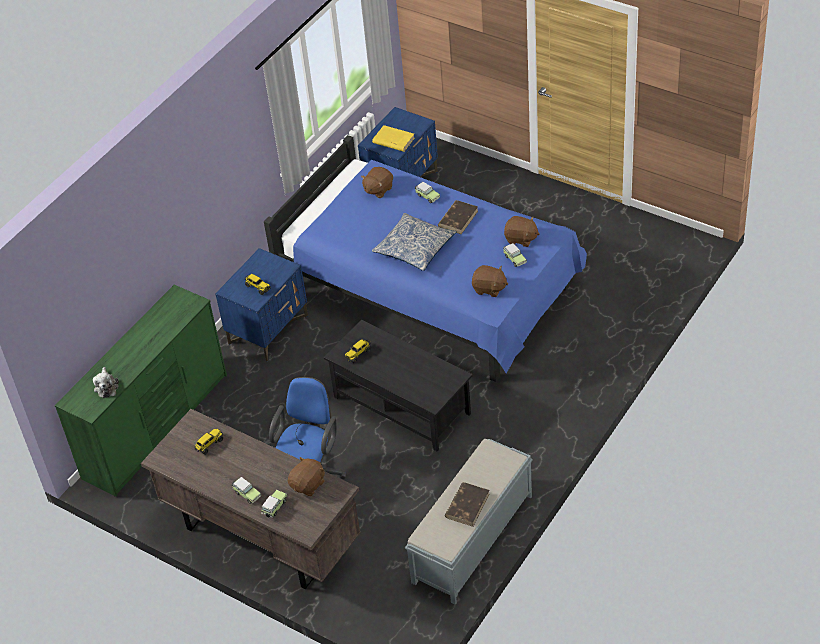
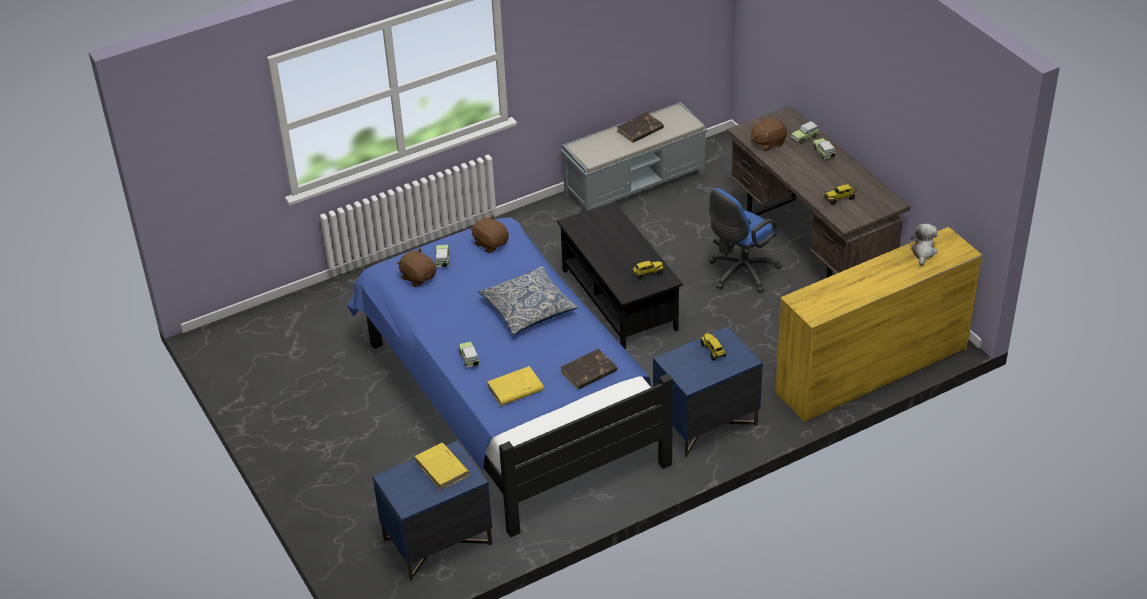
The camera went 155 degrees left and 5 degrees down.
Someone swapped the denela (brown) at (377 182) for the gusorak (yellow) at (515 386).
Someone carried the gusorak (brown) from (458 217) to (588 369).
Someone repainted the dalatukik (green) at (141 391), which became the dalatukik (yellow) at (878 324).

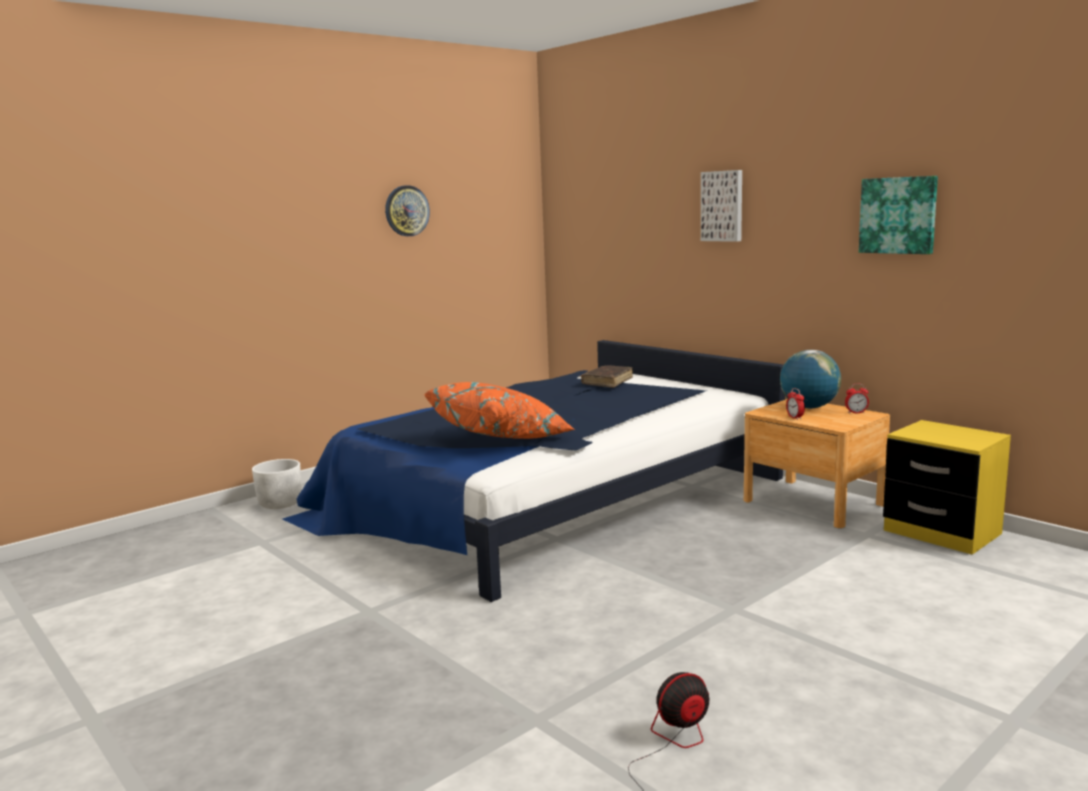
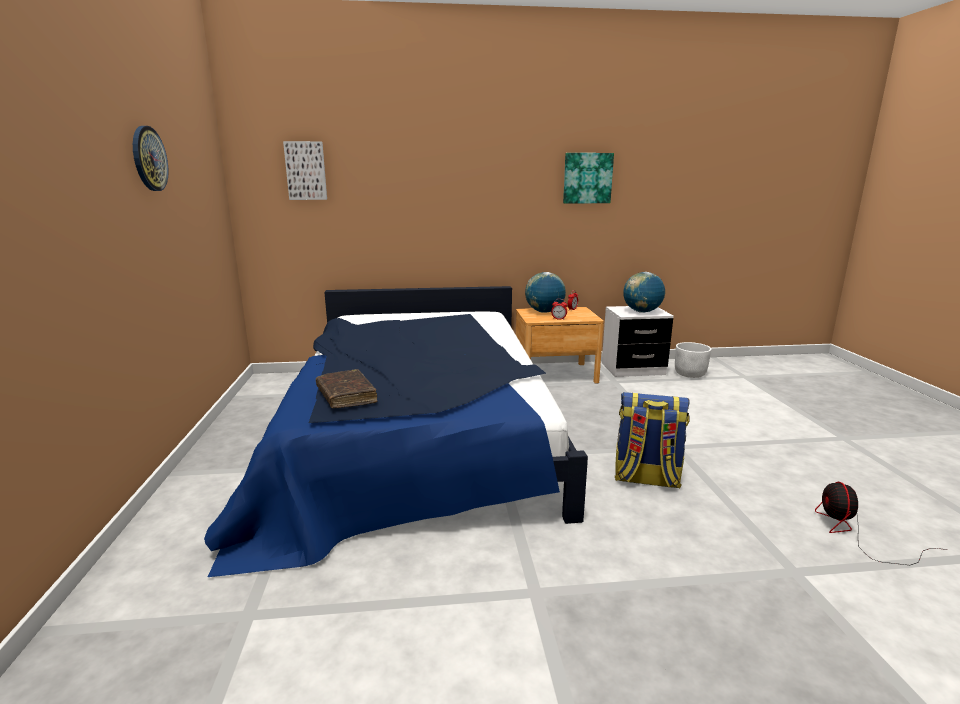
The camera went 55 degrees left and 5 degrees up.
Someone carried the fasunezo from (721 206) to (305 170).
Someone carried the gusorak (brown) from (607 377) to (346 388).
Someone took away the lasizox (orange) at (499 410).
Someone repainted the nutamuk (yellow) at (947 487), which became the nutamuk (white) at (638 341).
Someone carried the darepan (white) from (277 484) to (693 360).
Someone put down the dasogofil at (644 292).
Someone put down the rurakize at (652 440).

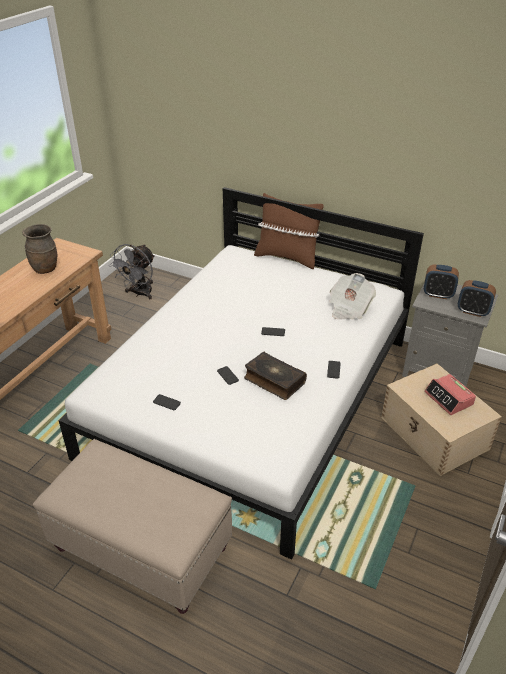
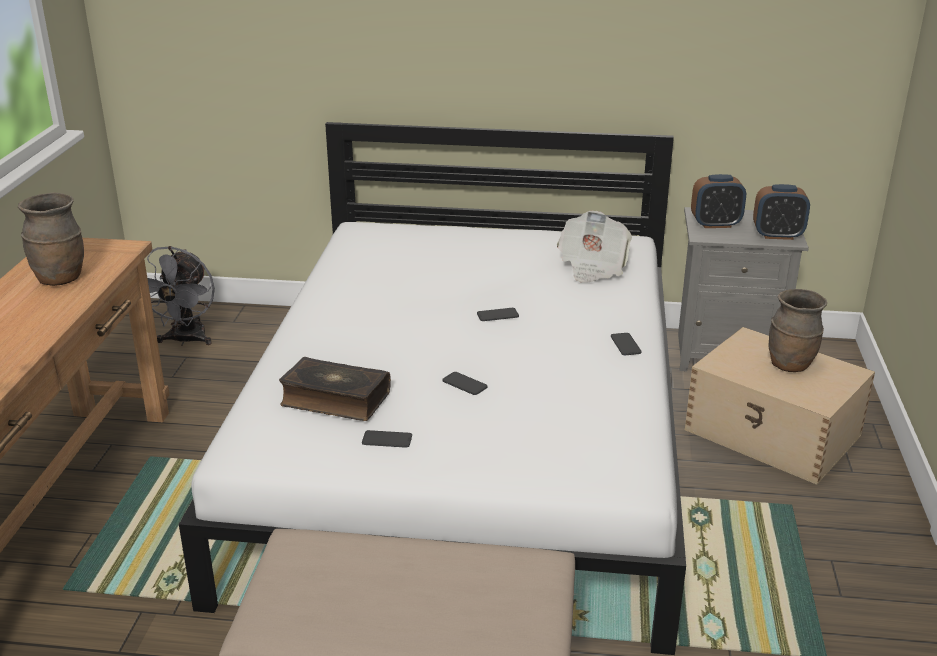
The camera went 20 degrees left and 10 degrees down.
Someone took away the lasizox (brown) at (289 231).
Someone carried the gusorak from (275 376) to (335 389).
Someone swapped the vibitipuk at (450 394) for the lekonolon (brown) at (797 330).

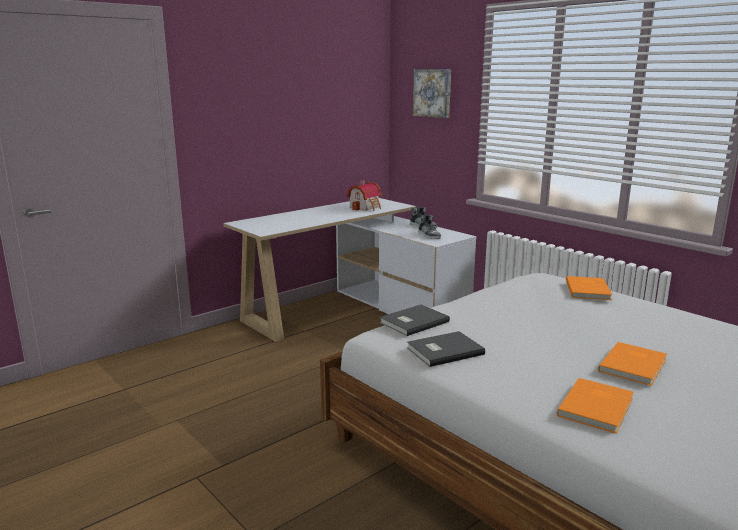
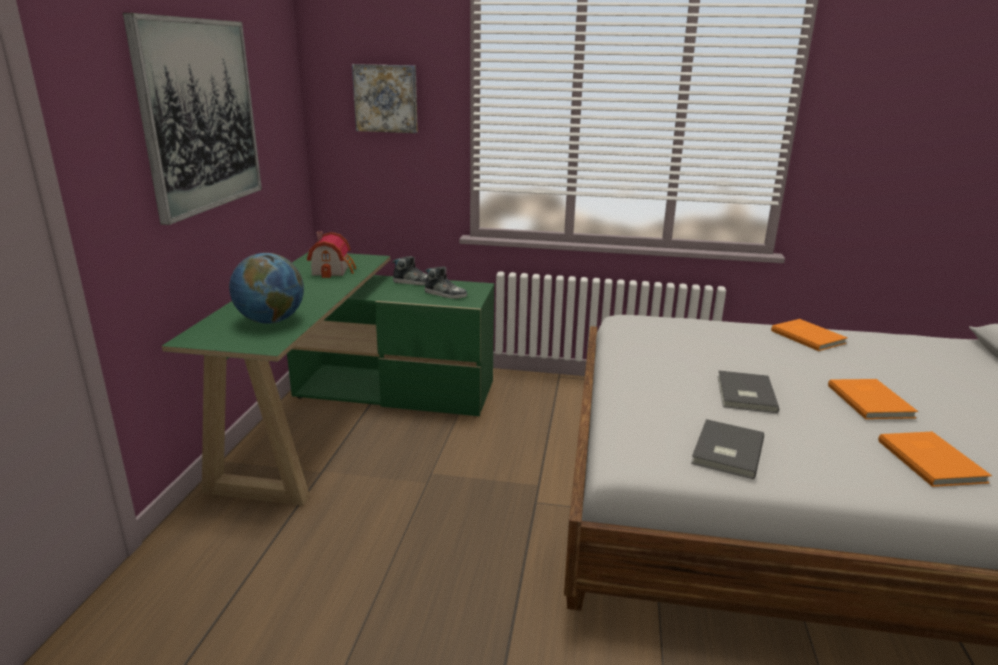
The camera went 40 degrees left and 5 degrees up.
Someone repainted the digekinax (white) at (350 270), which became the digekinax (green) at (328 379).
Someone carried the gusorak (orange) from (589 288) to (809 335).
Someone carried the gusorak (grey) from (415 320) to (748 392).
Someone put up the fasunezo at (192 119).
Someone put down the dasogofil at (266 288).

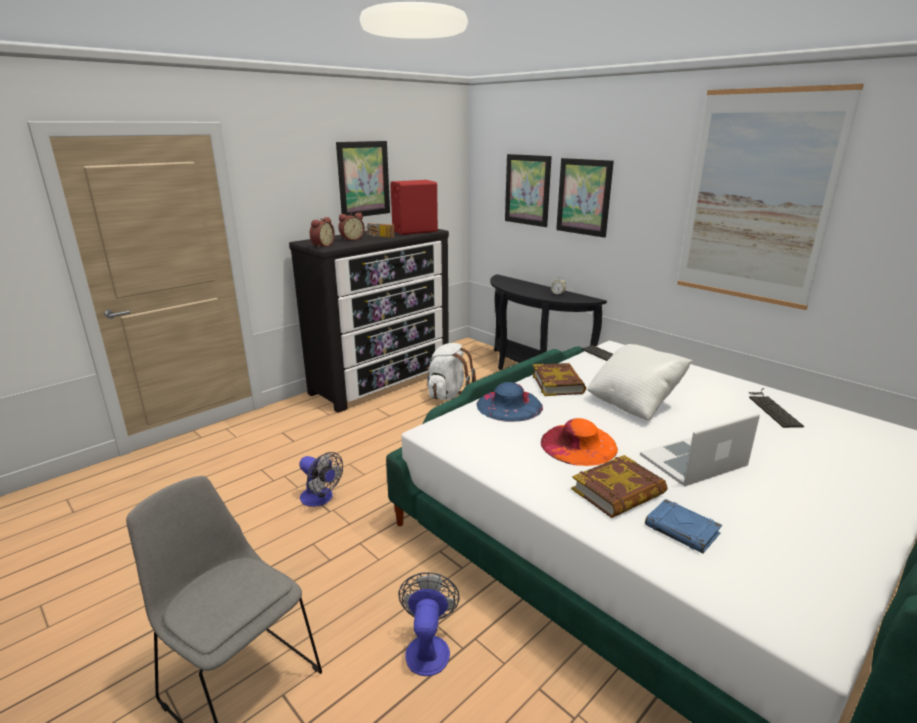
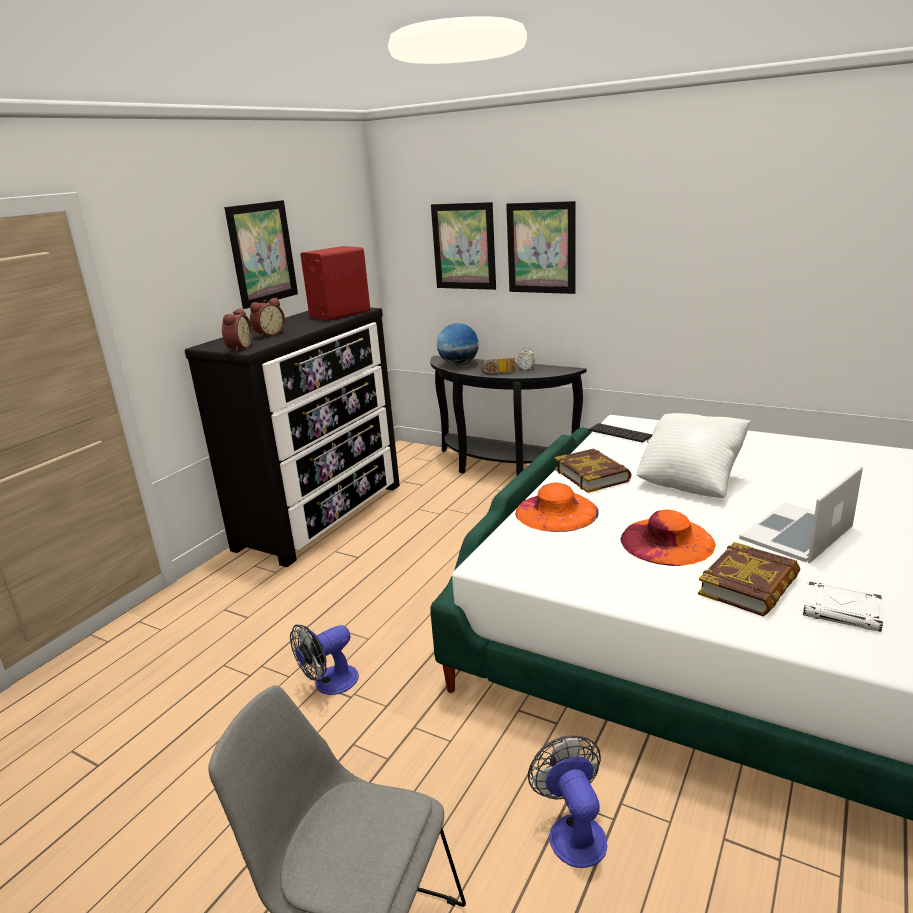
The camera went 15 degrees left and 0 degrees up.
Someone took away the fasunezo at (770 197).
Someone carried the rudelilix from (380 230) to (497 366).
Someone took away the rurakize (white) at (451 371).
Someone repainted the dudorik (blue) at (509 402), which became the dudorik (orange) at (557 507).
Someone took away the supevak at (776 408).
Someone rotated the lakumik at (321 479) by 120 degrees clockwise.
Someone repainted the gusorak (blue) at (683 526), which became the gusorak (white) at (843 606).
Someone put down the dasogofil at (458 344).

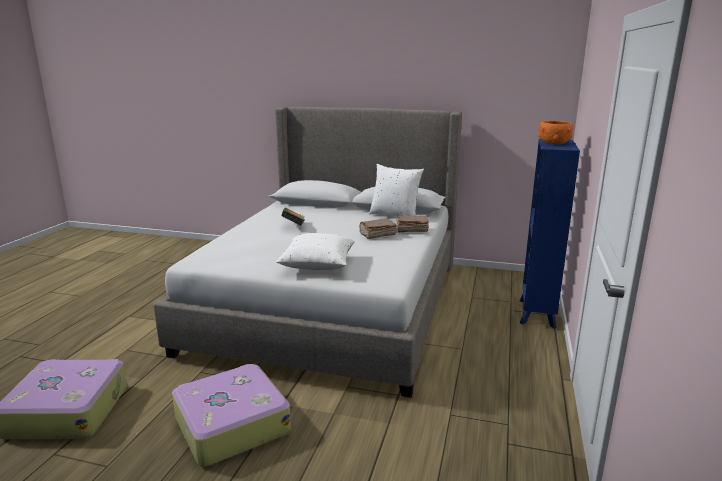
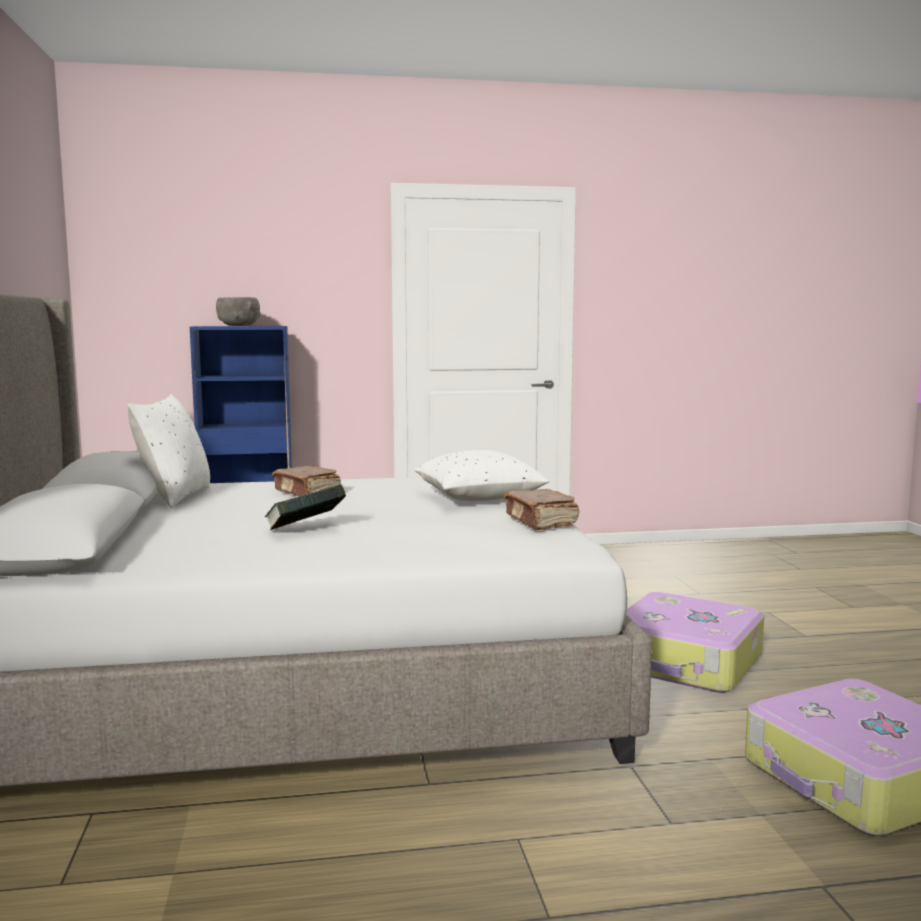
The camera went 115 degrees left and 10 degrees down.
Someone repainted the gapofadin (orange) at (555 133), which became the gapofadin (grey) at (238 311).
Someone carried the gusorak (brown) from (413 223) to (542 509).

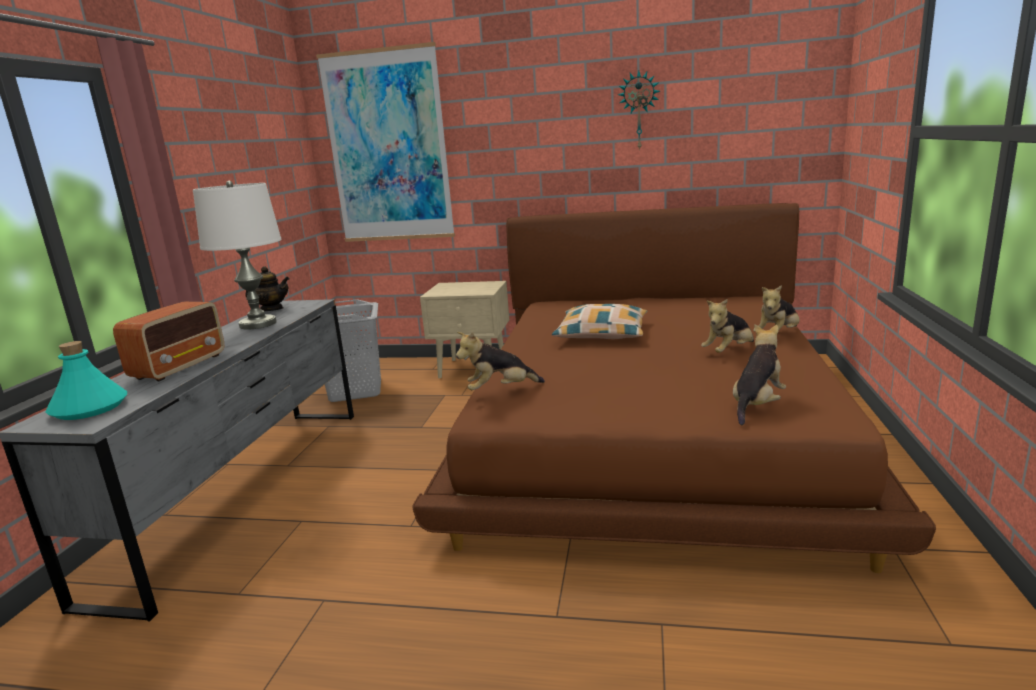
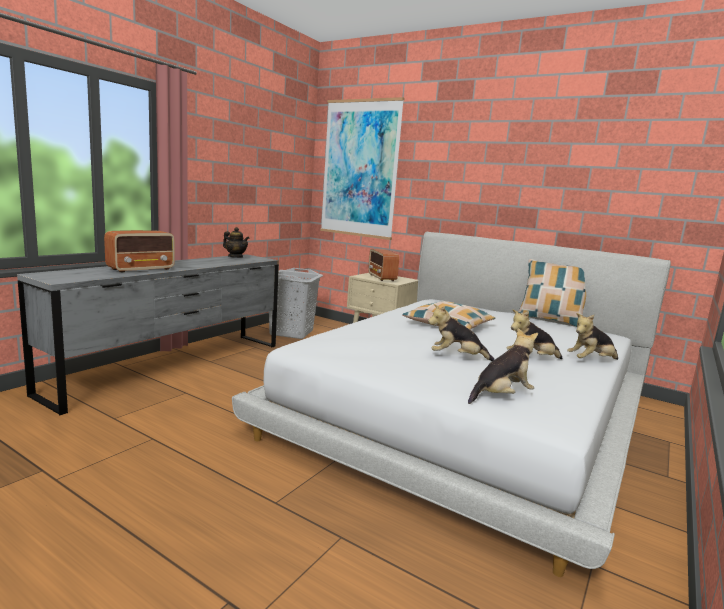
The camera went 20 degrees right and 5 degrees down.
Someone took away the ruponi at (639 111).
Someone took away the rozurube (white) at (237 255).
Someone repainted the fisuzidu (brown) at (674 388), which became the fisuzidu (white) at (451 404).
Someone carried the denela from (500 361) to (461 332).
Someone took away the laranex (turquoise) at (86 380).
Someone put down the rudelilix at (383 265).
Someone put down the lasizox at (552 293).

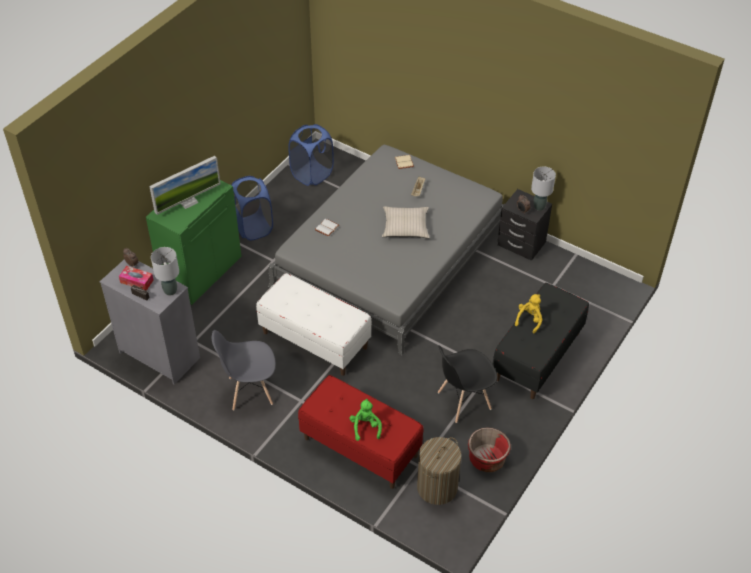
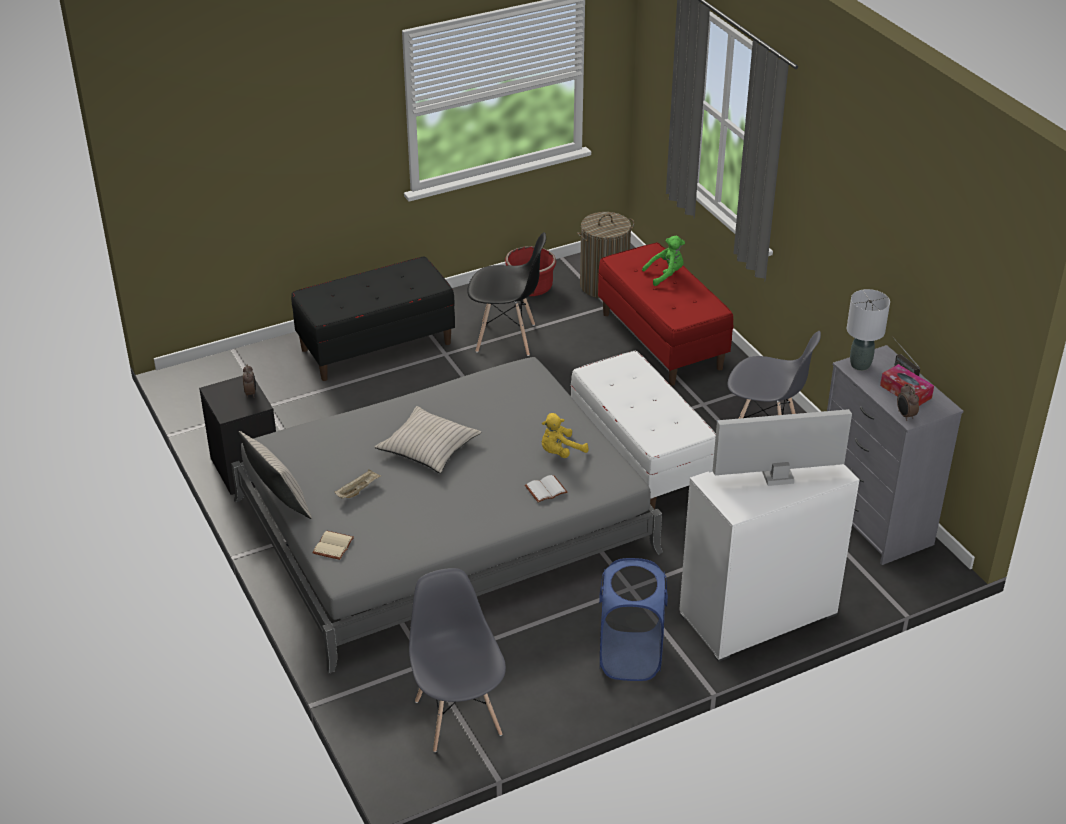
The camera went 150 degrees left and 10 degrees down.
Someone swapped the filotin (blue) at (311 155) for the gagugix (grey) at (457 660).
Someone took away the rozurube (grey) at (543 189).
Someone repainted the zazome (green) at (193 242), which became the zazome (white) at (769 563).
Someone carried the denela (yellow) from (529 313) to (565 435).
Someone rotated the denela (green) at (365 420) by 135 degrees counterclockwise.
Someone put down the lasizox (beige) at (275 475).

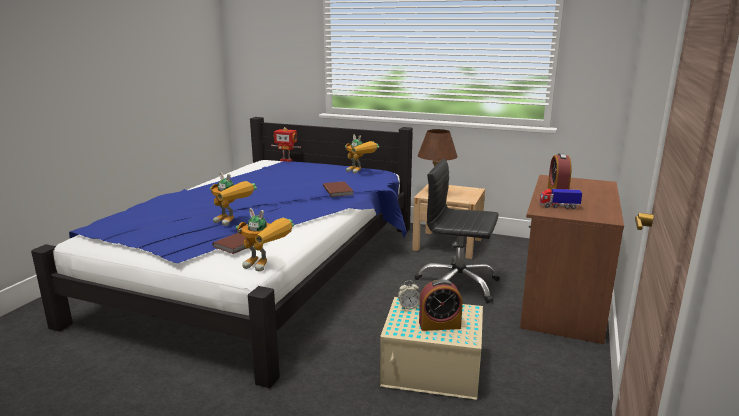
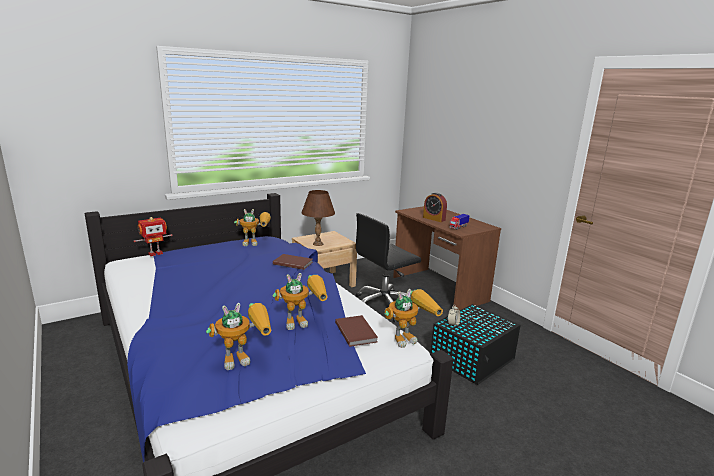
The camera went 55 degrees left and 0 degrees up.
Someone took away the vibitipuk at (441 305).
Someone repainted the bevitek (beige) at (431 348), which became the bevitek (black) at (475 344).
Someone put down the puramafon at (238 336).

